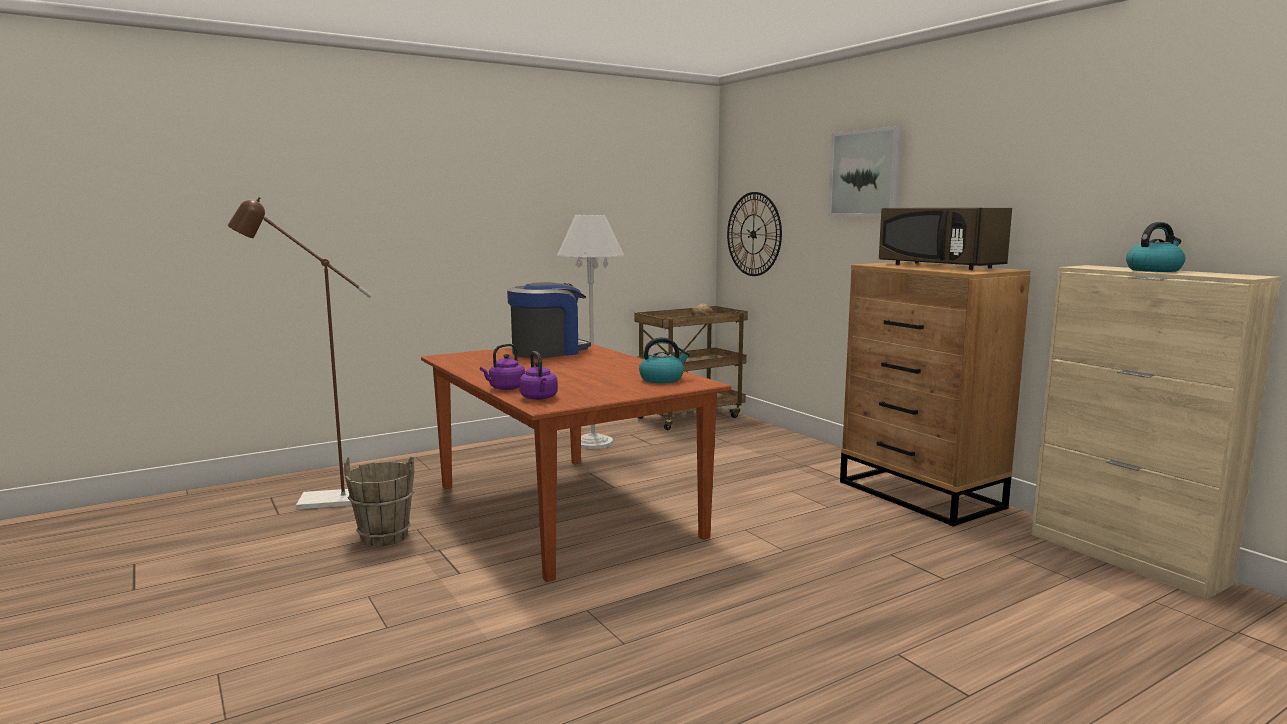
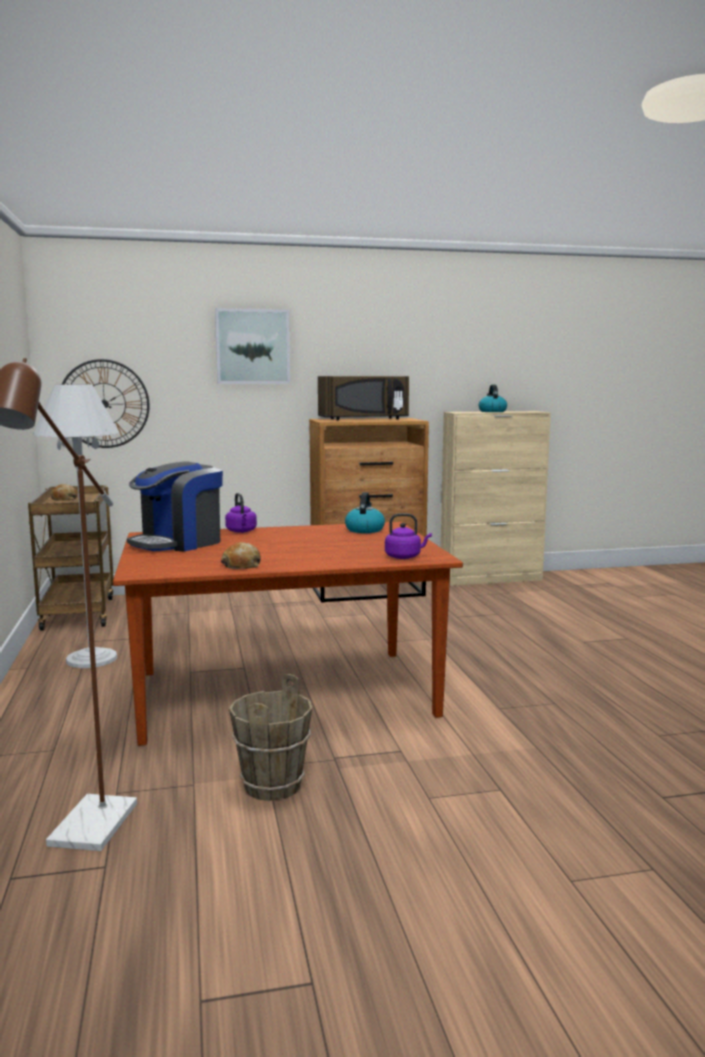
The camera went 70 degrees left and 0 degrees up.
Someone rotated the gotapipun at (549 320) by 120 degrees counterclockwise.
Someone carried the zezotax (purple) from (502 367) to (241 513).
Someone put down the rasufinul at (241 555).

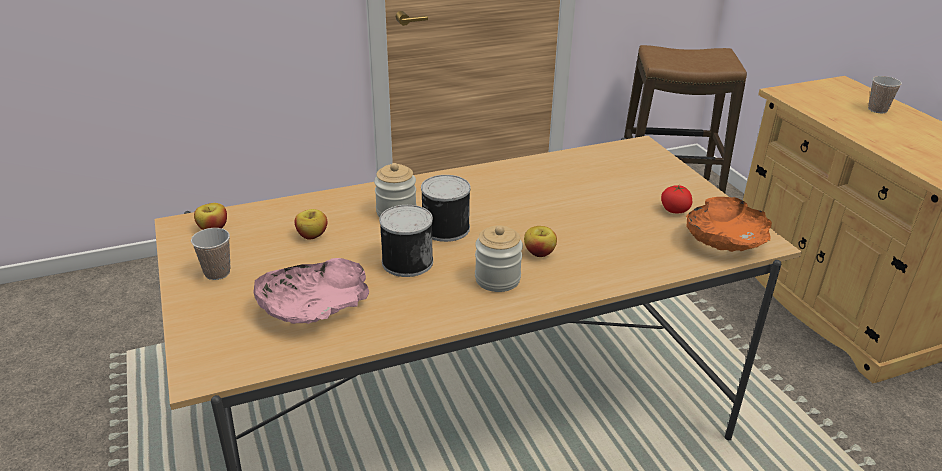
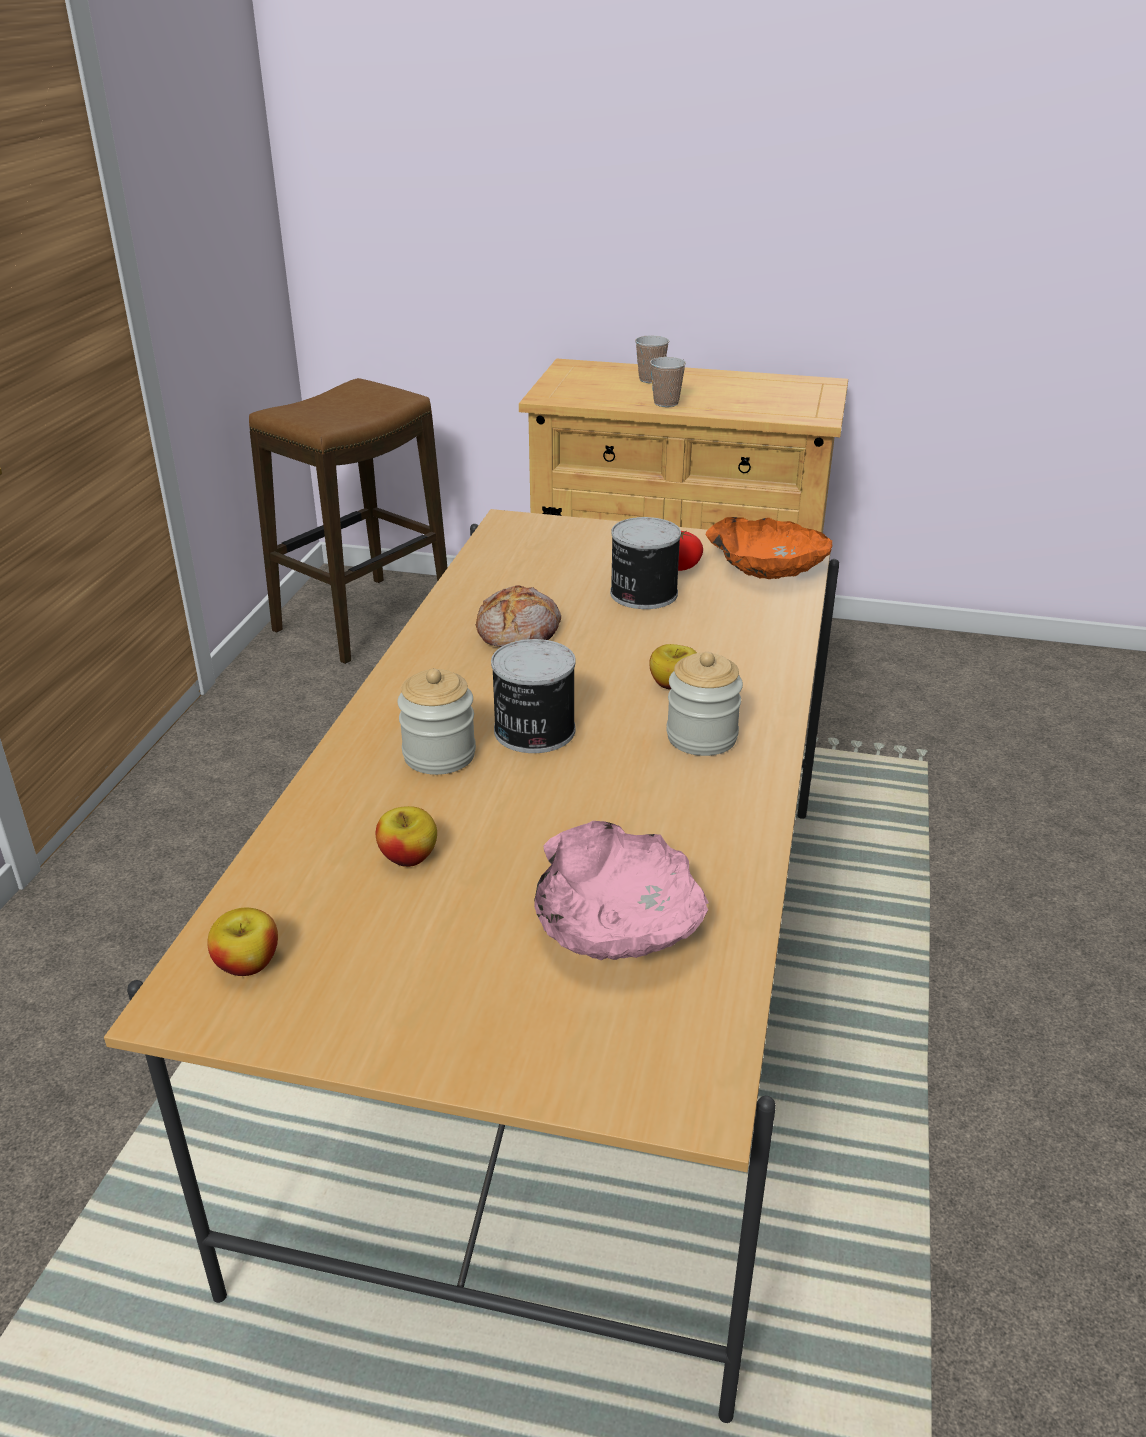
The camera went 55 degrees left and 0 degrees up.
Someone carried the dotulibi from (406 241) to (645 563).
Someone carried the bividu from (210 254) to (668 382).
Someone put down the rasufinul at (518 616).

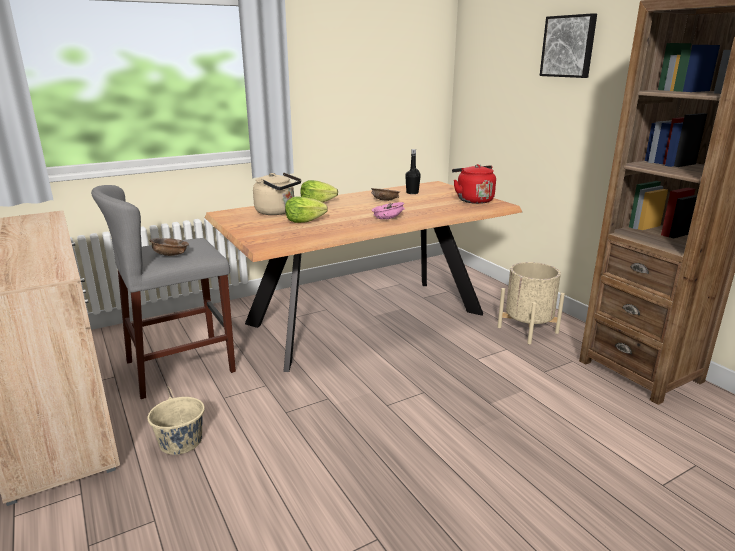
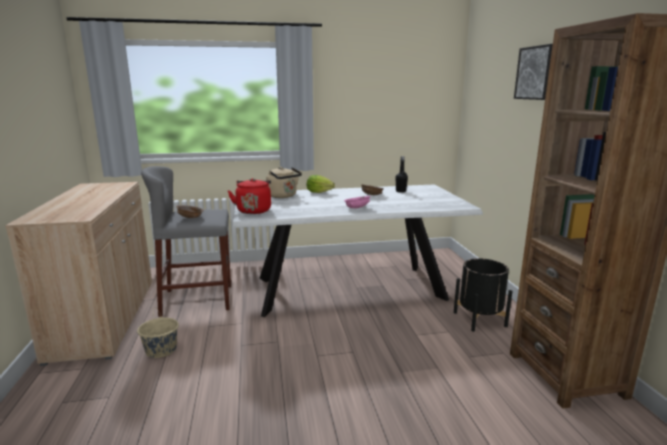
The camera went 20 degrees right and 5 degrees down.
Someone carried the zezotax (red) from (474 184) to (249 196).
Someone repainted the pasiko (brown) at (363 276), which became the pasiko (white) at (357 250).
Someone took away the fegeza at (306 209).
Someone repainted the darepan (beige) at (531 303), which became the darepan (black) at (483 295).

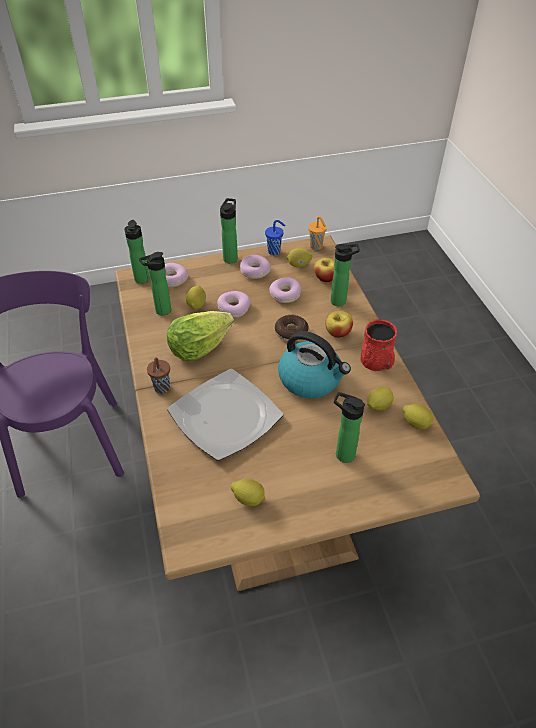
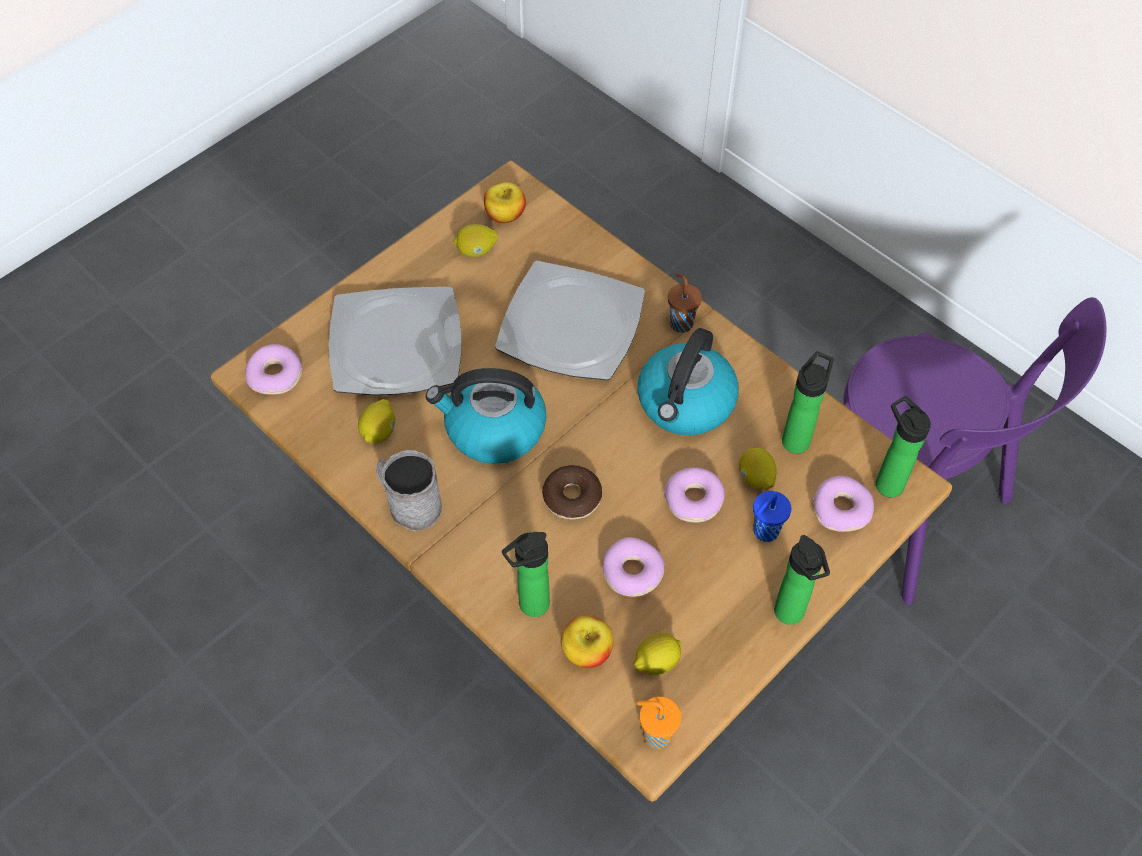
The camera went 150 degrees right and 10 degrees up.
Someone carried the bividu (blue) from (275 237) to (772 516).
Someone carried the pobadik from (255 267) to (274 369).
Someone swapped the fegeza at (200 336) for the zezotax at (688 382).
Someone carried the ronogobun from (339 324) to (505 202).
Someone repainted the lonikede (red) at (379 345), which became the lonikede (grey) at (409 490).
Someone swapped the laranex at (349 427) for the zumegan at (395 341).
Someone took away the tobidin at (418 417).

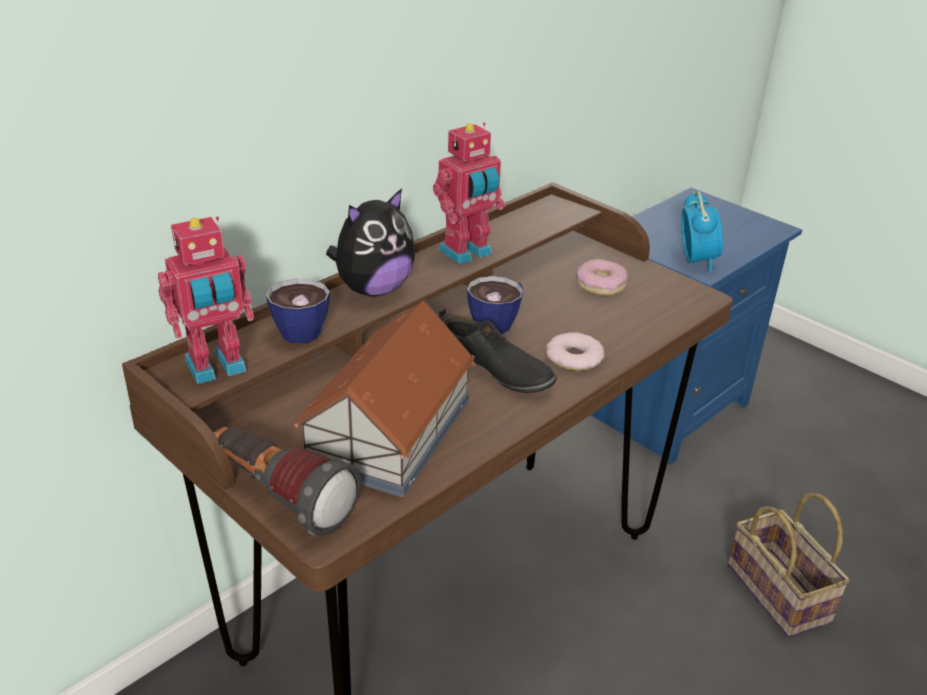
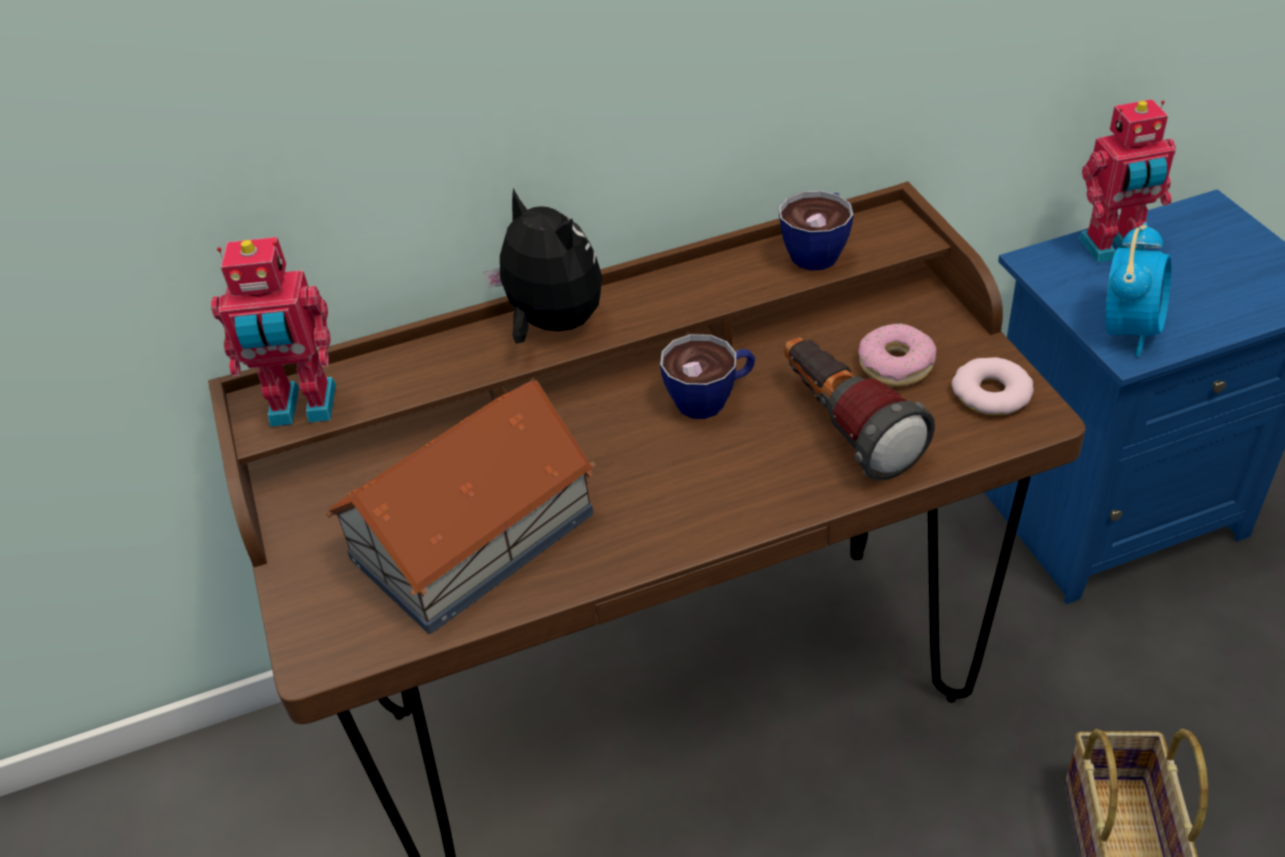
The camera went 30 degrees right and 10 degrees up.
Someone carried the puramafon from (469 194) to (1127 181).
Someone rotated the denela at (370 242) by 120 degrees counterclockwise.
Someone carried the bividu from (298 310) to (816 230).
Someone took away the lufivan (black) at (498 350).
Someone carried the pobadik from (575 351) to (993 386).
Someone carried the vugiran from (287 481) to (860 409).

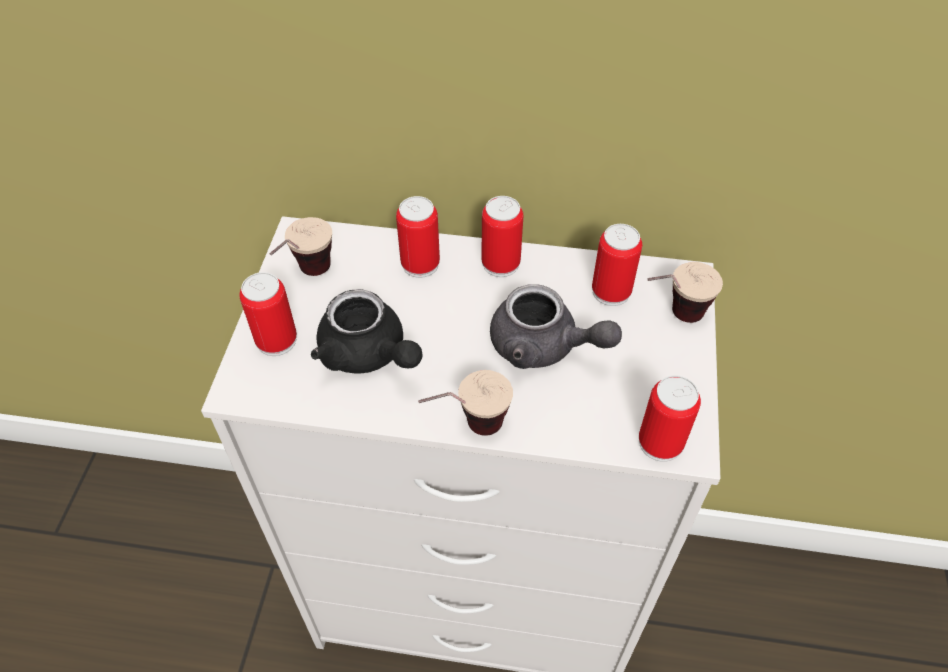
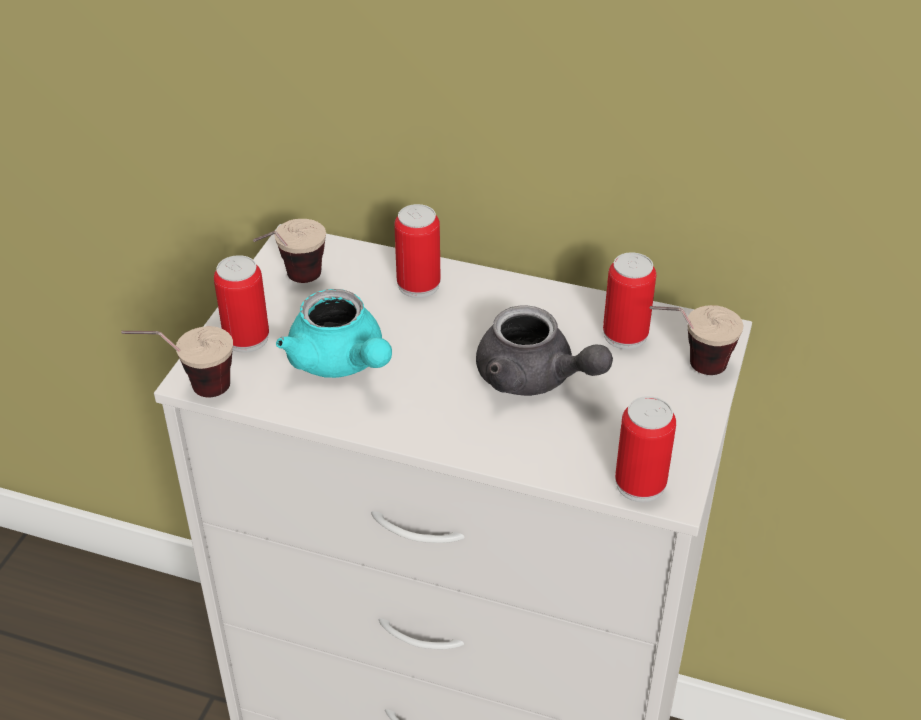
The camera went 10 degrees right and 10 degrees down.
Someone took away the dotulibi at (502 236).
Someone repainted the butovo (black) at (367 331), which became the butovo (turquoise) at (334 333).
Someone carried the bividu from (465 403) to (177 361).

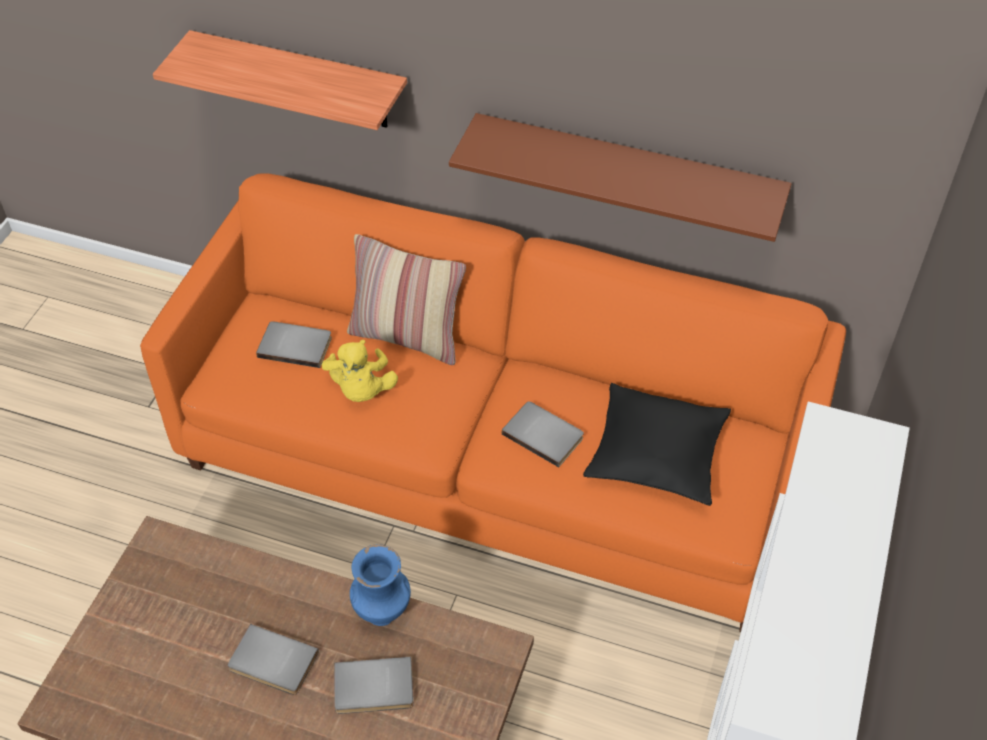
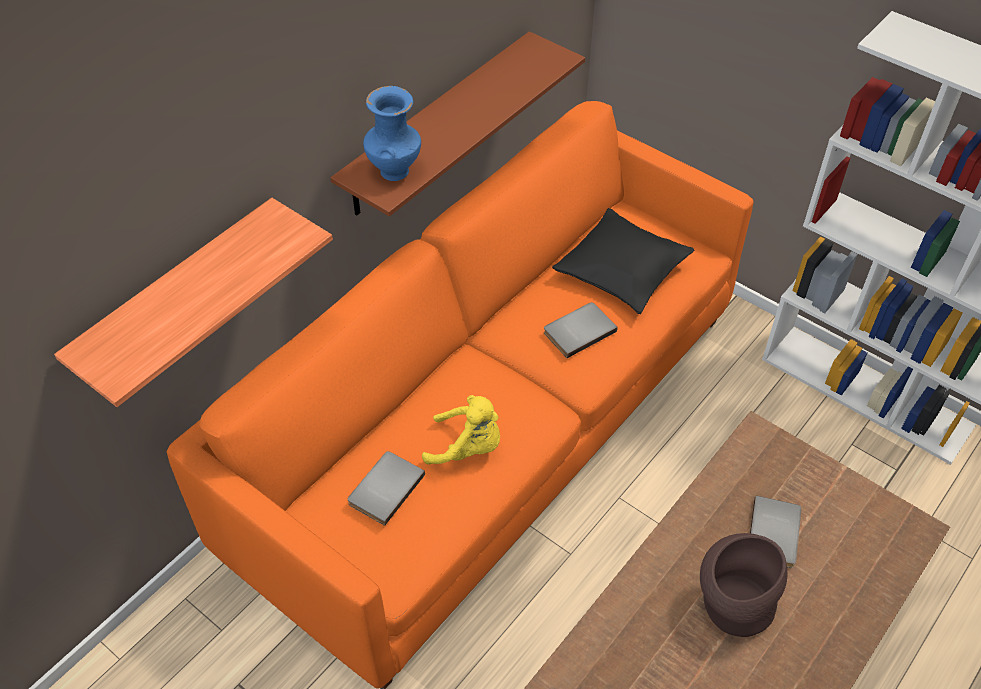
The camera went 70 degrees left and 0 degrees up.
Someone took away the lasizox at (406 299).
Someone carried the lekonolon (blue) from (380 585) to (392 133).
Someone swapped the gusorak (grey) at (273 659) for the lekonolon (brown) at (743 585).

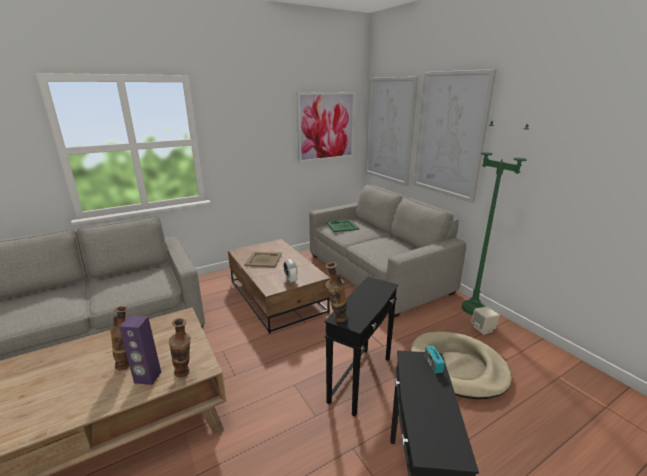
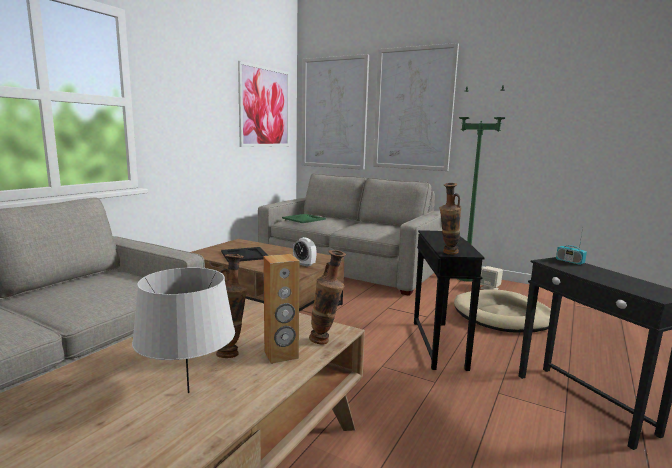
The camera went 30 degrees left and 10 degrees down.
Someone repainted the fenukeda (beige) at (263 259), which became the fenukeda (black) at (244 254).
Someone repainted the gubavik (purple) at (140 350), which became the gubavik (brown) at (281 309).
Someone put down the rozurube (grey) at (183 330).

